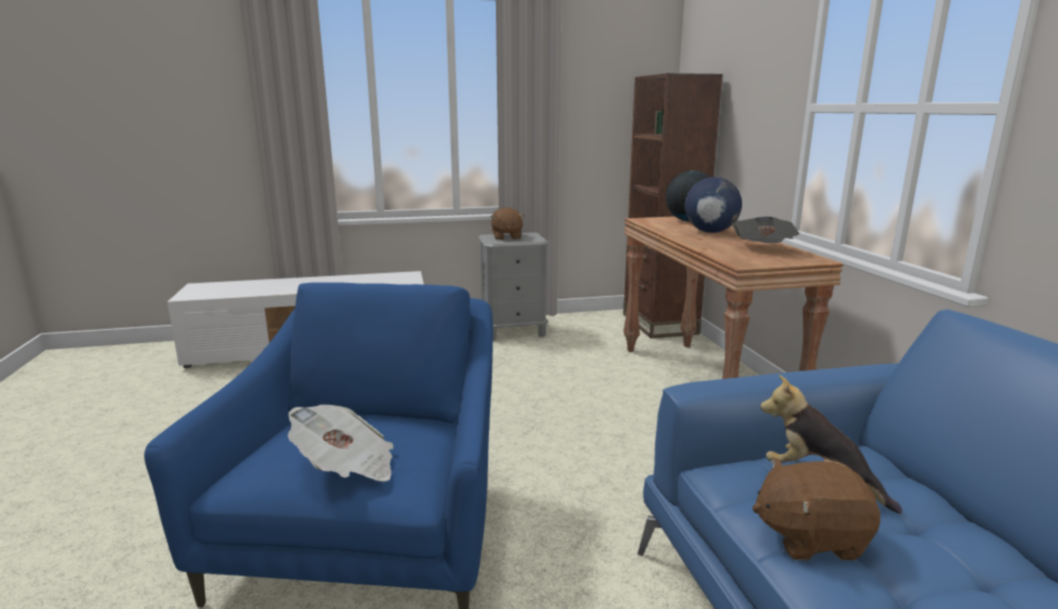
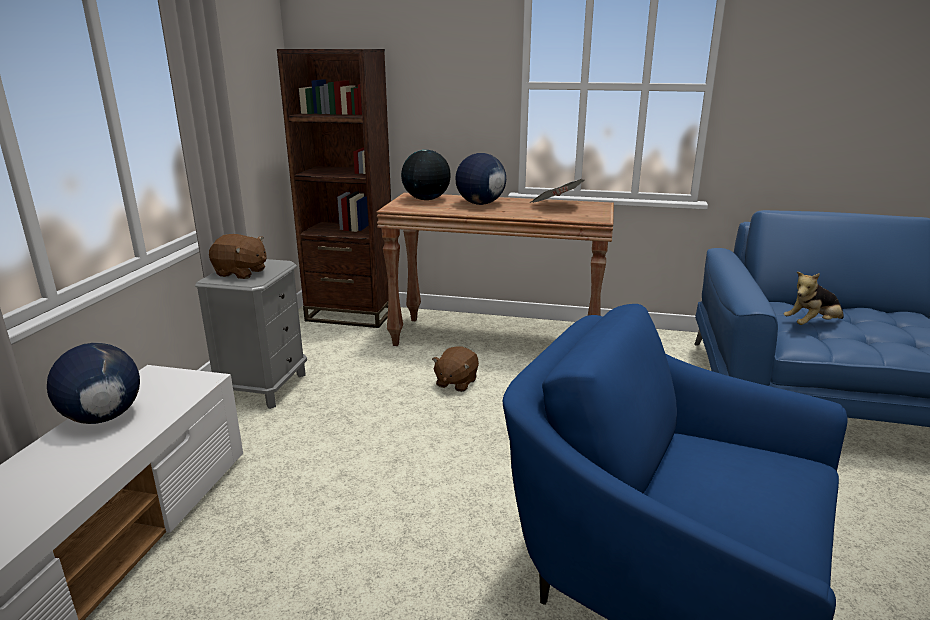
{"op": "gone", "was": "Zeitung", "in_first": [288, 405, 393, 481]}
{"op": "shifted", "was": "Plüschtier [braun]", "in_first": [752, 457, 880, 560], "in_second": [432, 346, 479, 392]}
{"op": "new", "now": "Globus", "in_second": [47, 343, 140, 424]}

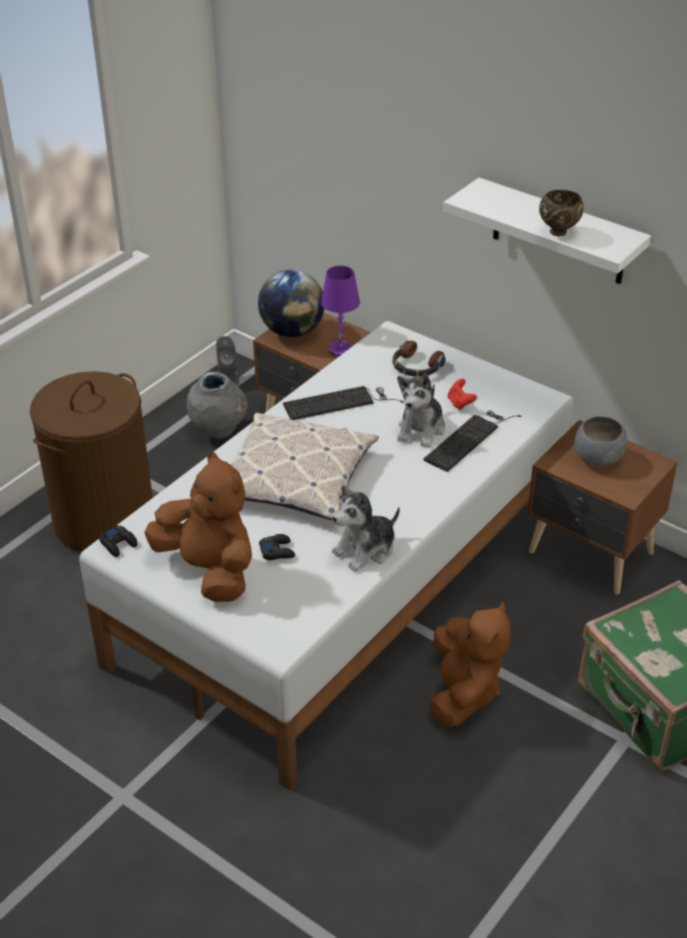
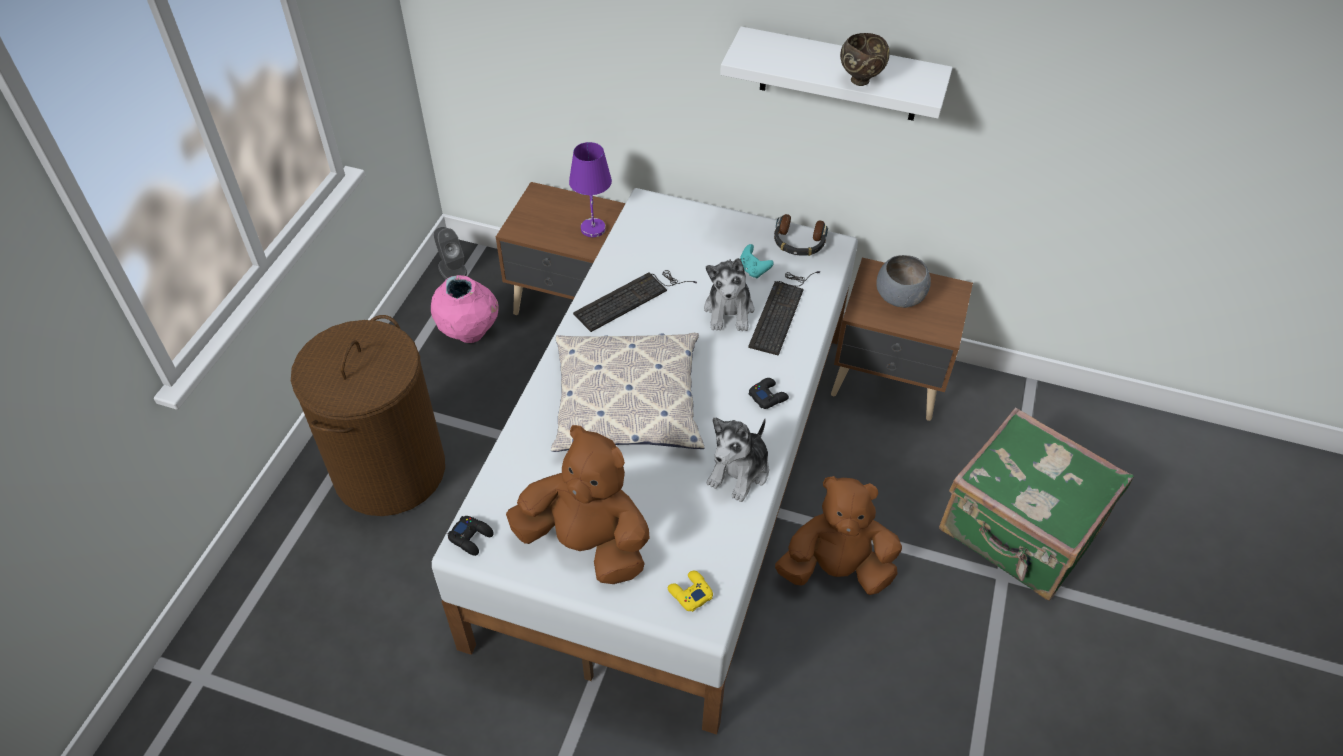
{"op": "gone", "was": "Globus", "in_first": [258, 270, 324, 337]}
{"op": "shifted", "was": "Kopfhörer", "in_first": [392, 341, 446, 377], "in_second": [774, 214, 828, 256]}
{"op": "repainted", "was": "Vase [grau]", "now": "Vase [rosa]", "in_first": [187, 372, 248, 439], "in_second": [431, 275, 499, 343]}
{"op": "repainted", "was": "Gamepad [rot]", "now": "Gamepad [türkis]", "in_first": [448, 379, 477, 410], "in_second": [740, 244, 774, 279]}
{"op": "shifted", "was": "Gamepad [schwarz]", "in_first": [259, 534, 295, 560], "in_second": [749, 378, 789, 409]}
{"op": "rotated", "was": "Plüschtier [braun]", "in_first": [429, 602, 510, 727], "in_second": [775, 476, 902, 595], "clockwise": -75}
{"op": "new", "now": "Gamepad [gelb]", "in_second": [668, 571, 713, 612]}

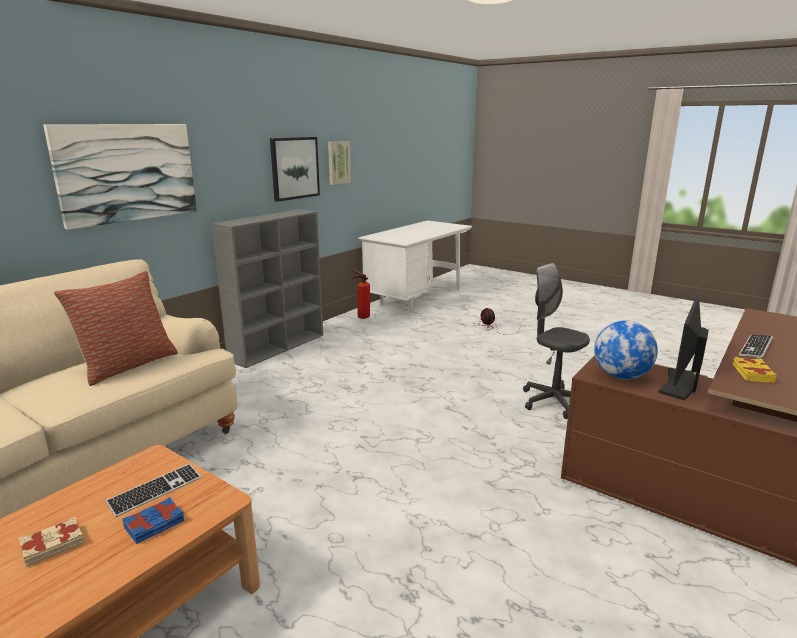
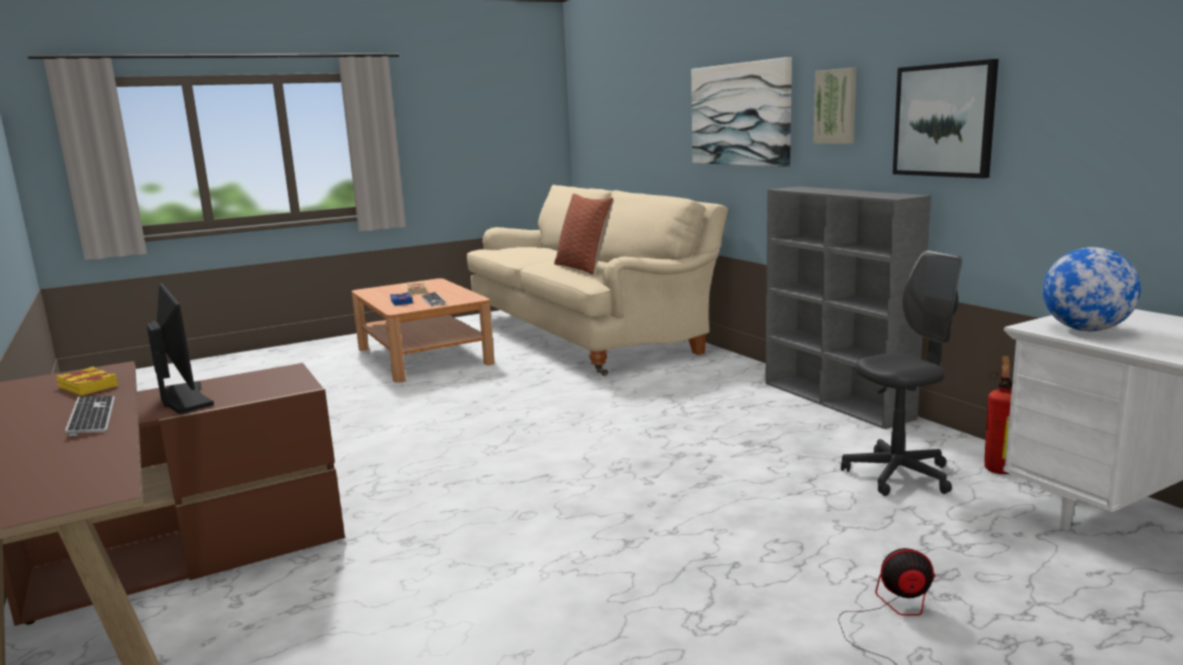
{"op": "shifted", "was": "Bild", "in_first": [328, 141, 351, 185], "in_second": [813, 67, 857, 144]}
{"op": "shifted", "was": "Bürostuhl [grau]", "in_first": [523, 263, 590, 419], "in_second": [841, 250, 962, 496]}
{"op": "shifted", "was": "Globus", "in_first": [594, 320, 658, 379], "in_second": [1043, 247, 1141, 331]}

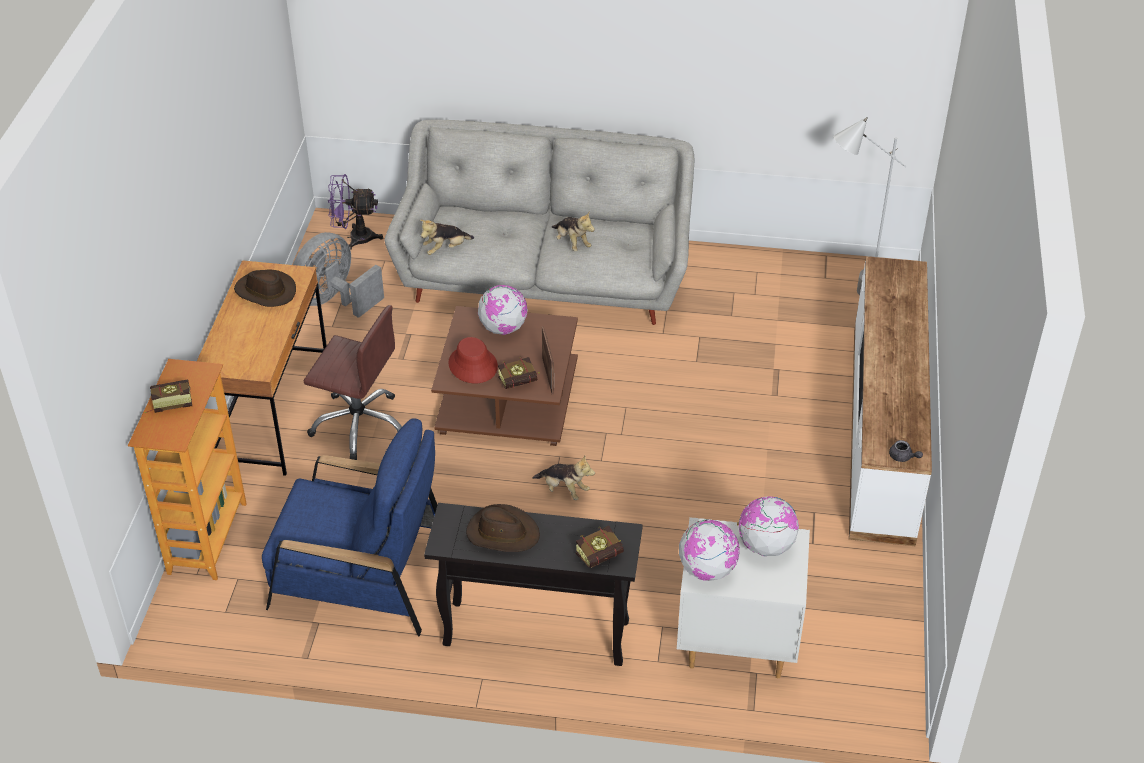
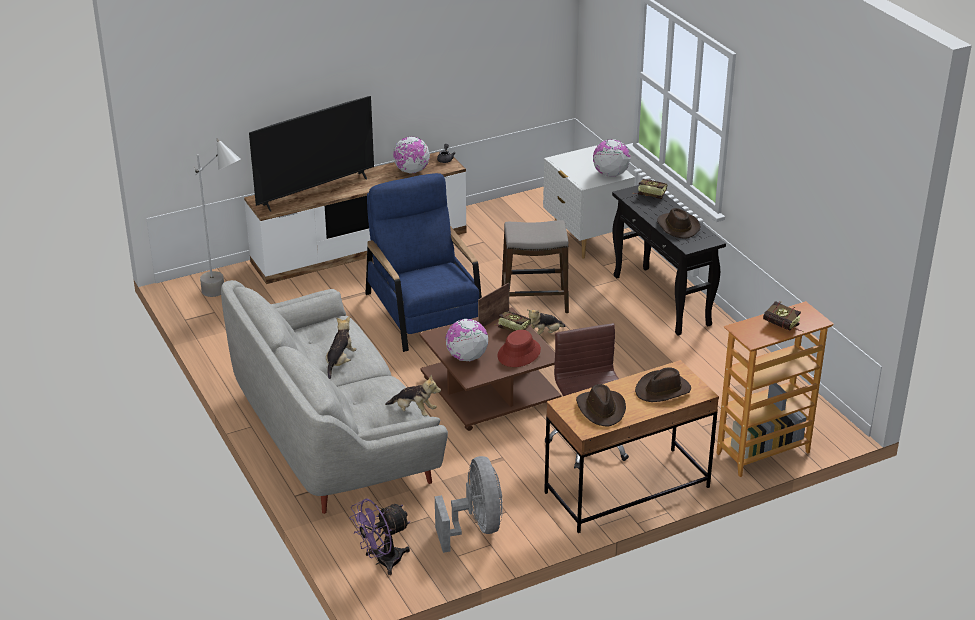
{"op": "rotated", "was": "Ventilator [lila]", "in_first": [328, 174, 383, 250], "in_second": [350, 498, 410, 575], "clockwise": 90}
{"op": "rotated", "was": "Ventilator [grau]", "in_first": [293, 232, 384, 318], "in_second": [435, 456, 503, 553], "clockwise": -105}
{"op": "shifted", "was": "Sessel [blau]", "in_first": [262, 418, 437, 637], "in_second": [365, 173, 482, 352]}
{"op": "rotated", "was": "Plüschtier", "in_first": [532, 456, 595, 500], "in_second": [527, 309, 566, 335], "clockwise": -120}
{"op": "shifted", "was": "Globus", "in_first": [738, 496, 799, 556], "in_second": [393, 137, 430, 174]}
{"op": "new", "now": "Fernseher", "in_second": [249, 96, 374, 211]}
{"op": "new", "now": "Hocker", "in_second": [502, 220, 569, 313]}
{"op": "new", "now": "Hut [braun]", "in_second": [635, 367, 691, 402]}

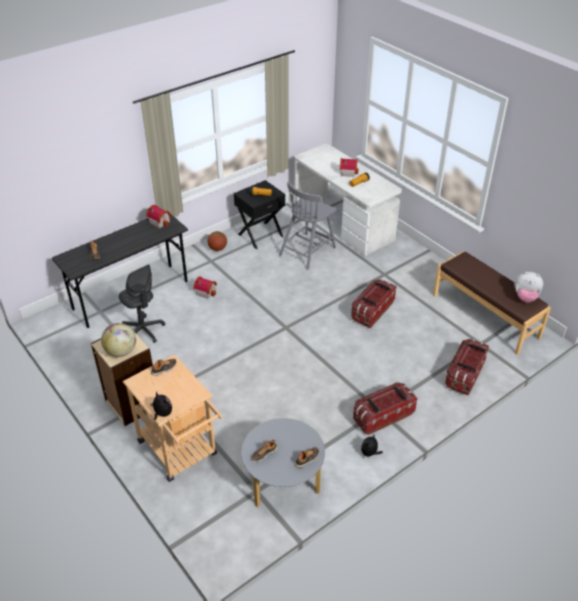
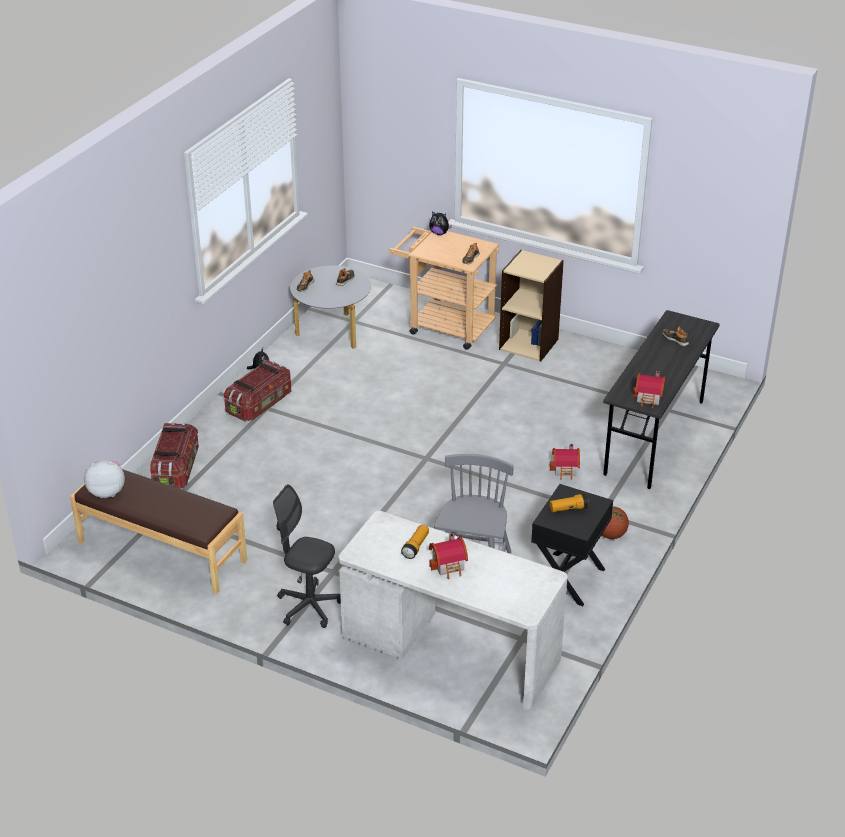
{"op": "shifted", "was": "Bürostuhl [grau]", "in_first": [119, 265, 165, 343], "in_second": [273, 484, 341, 628]}
{"op": "gone", "was": "Aufbewahrungsbox", "in_first": [351, 280, 396, 328]}
{"op": "gone", "was": "Globus", "in_first": [101, 323, 136, 357]}

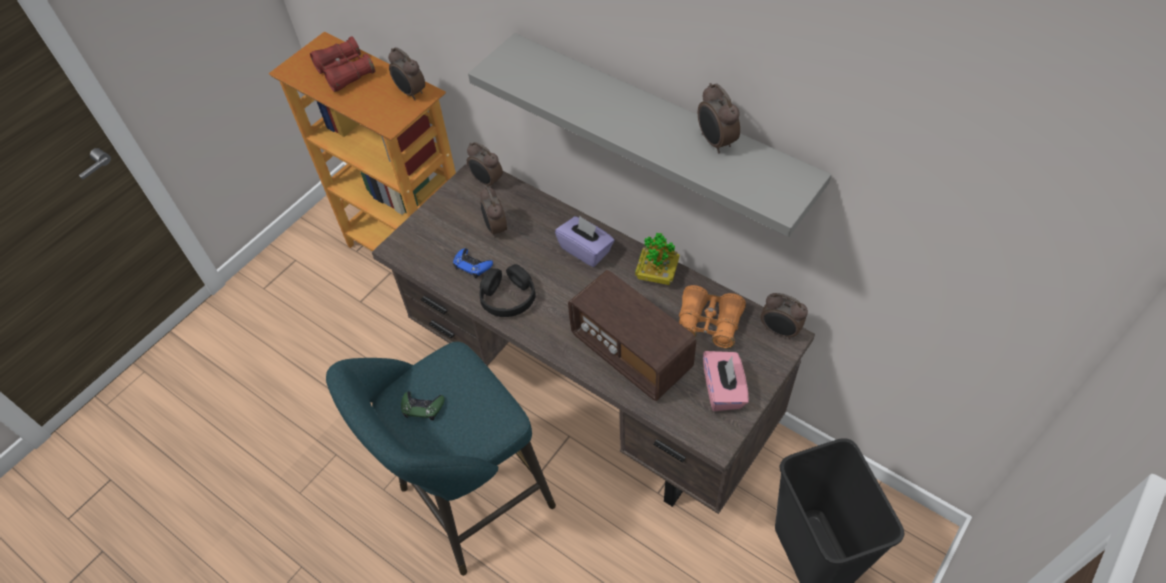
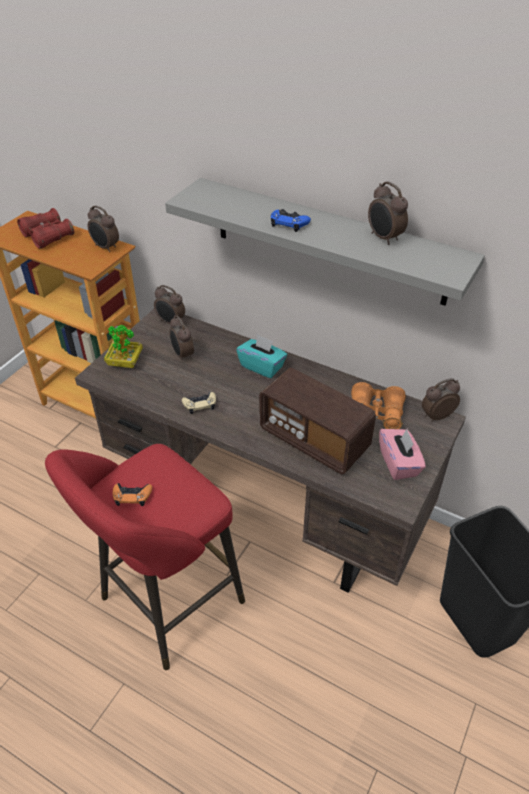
{"op": "repainted", "was": "Taschentuchbox [lila]", "now": "Taschentuchbox [türkis]", "in_first": [555, 216, 615, 267], "in_second": [236, 334, 287, 378]}
{"op": "shifted", "was": "Topfpflanze", "in_first": [635, 233, 679, 285], "in_second": [104, 325, 143, 368]}
{"op": "shifted", "was": "Gamepad [blau]", "in_first": [453, 248, 493, 278], "in_second": [271, 209, 311, 232]}
{"op": "swapped", "was": "Kopfhörer [schwarz]", "now": "Gamepad [beige]", "in_first": [479, 264, 536, 317], "in_second": [182, 392, 216, 414]}
{"op": "rotated", "was": "Wecker", "in_first": [761, 293, 808, 340], "in_second": [422, 378, 460, 422], "clockwise": 135}
{"op": "repainted", "was": "Hocker [türkis]", "now": "Hocker [rot]", "in_first": [326, 342, 556, 576], "in_second": [45, 444, 245, 670]}
{"op": "repainted", "was": "Gamepad [grün]", "now": "Gamepad [orange]", "in_first": [401, 391, 444, 421], "in_second": [113, 483, 152, 506]}

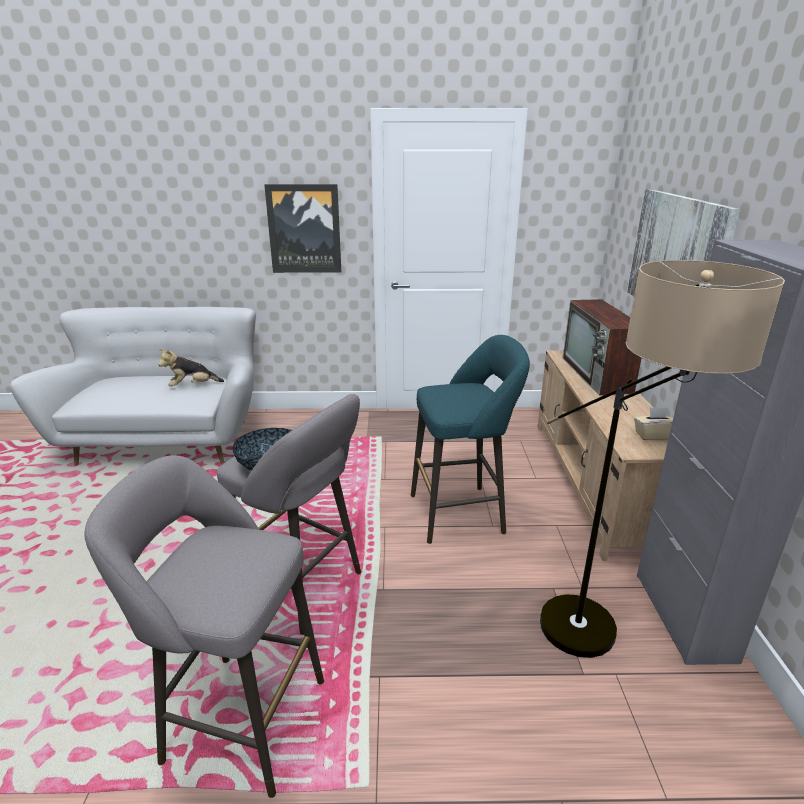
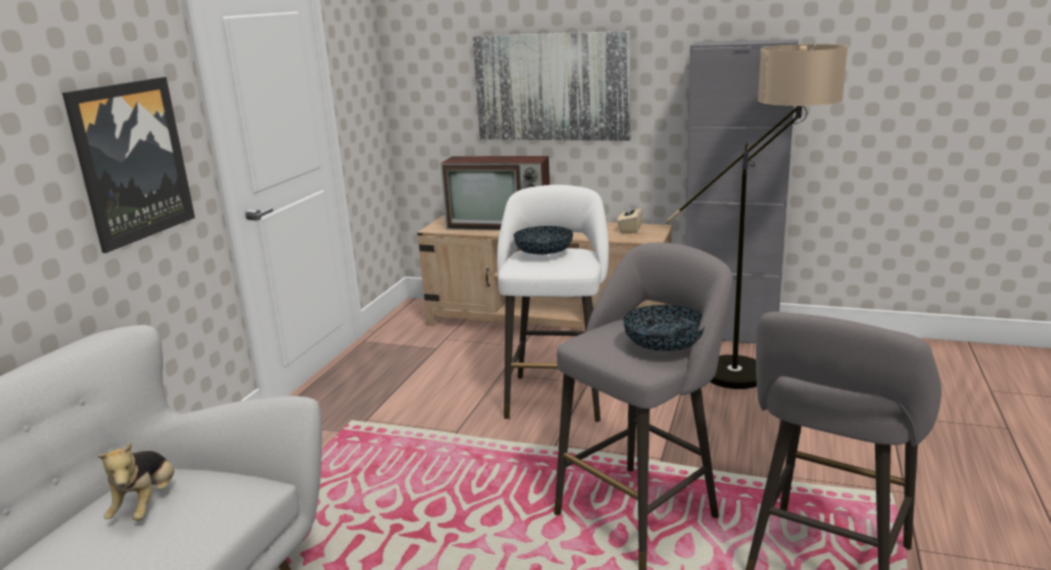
{"op": "repainted", "was": "Hocker [türkis]", "now": "Hocker [weiß]", "in_first": [411, 335, 530, 544], "in_second": [497, 185, 609, 422]}
{"op": "new", "now": "Schüssel", "in_second": [514, 226, 573, 254]}

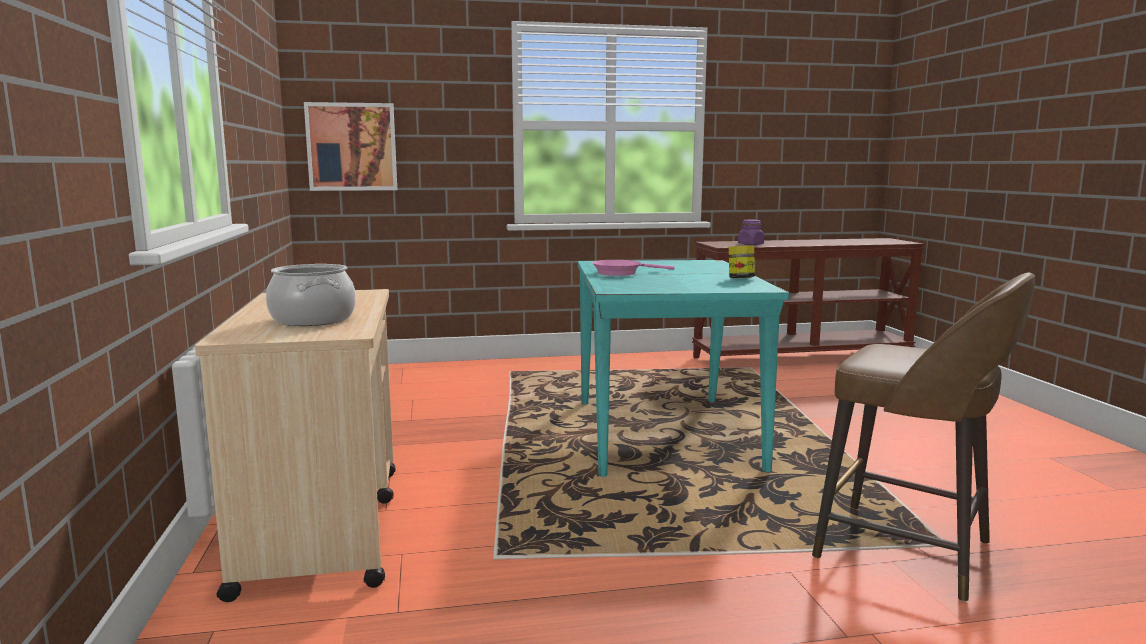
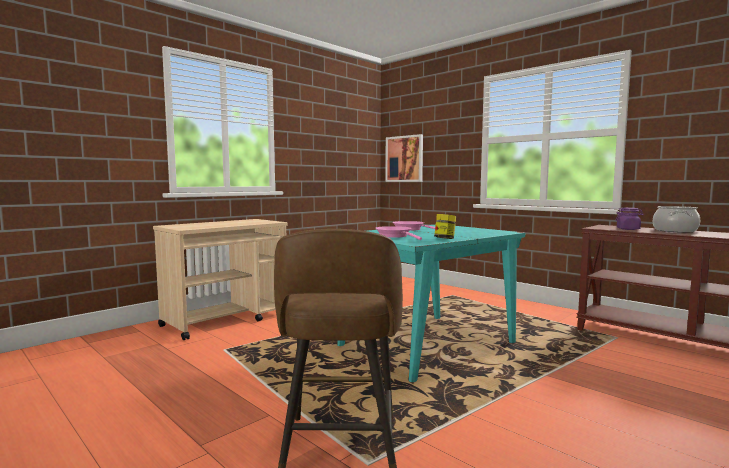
{"op": "shifted", "was": "Kochtopf", "in_first": [266, 264, 356, 326], "in_second": [653, 206, 700, 233]}
{"op": "new", "now": "Pfanne [rosa]", "in_second": [376, 226, 422, 240]}

